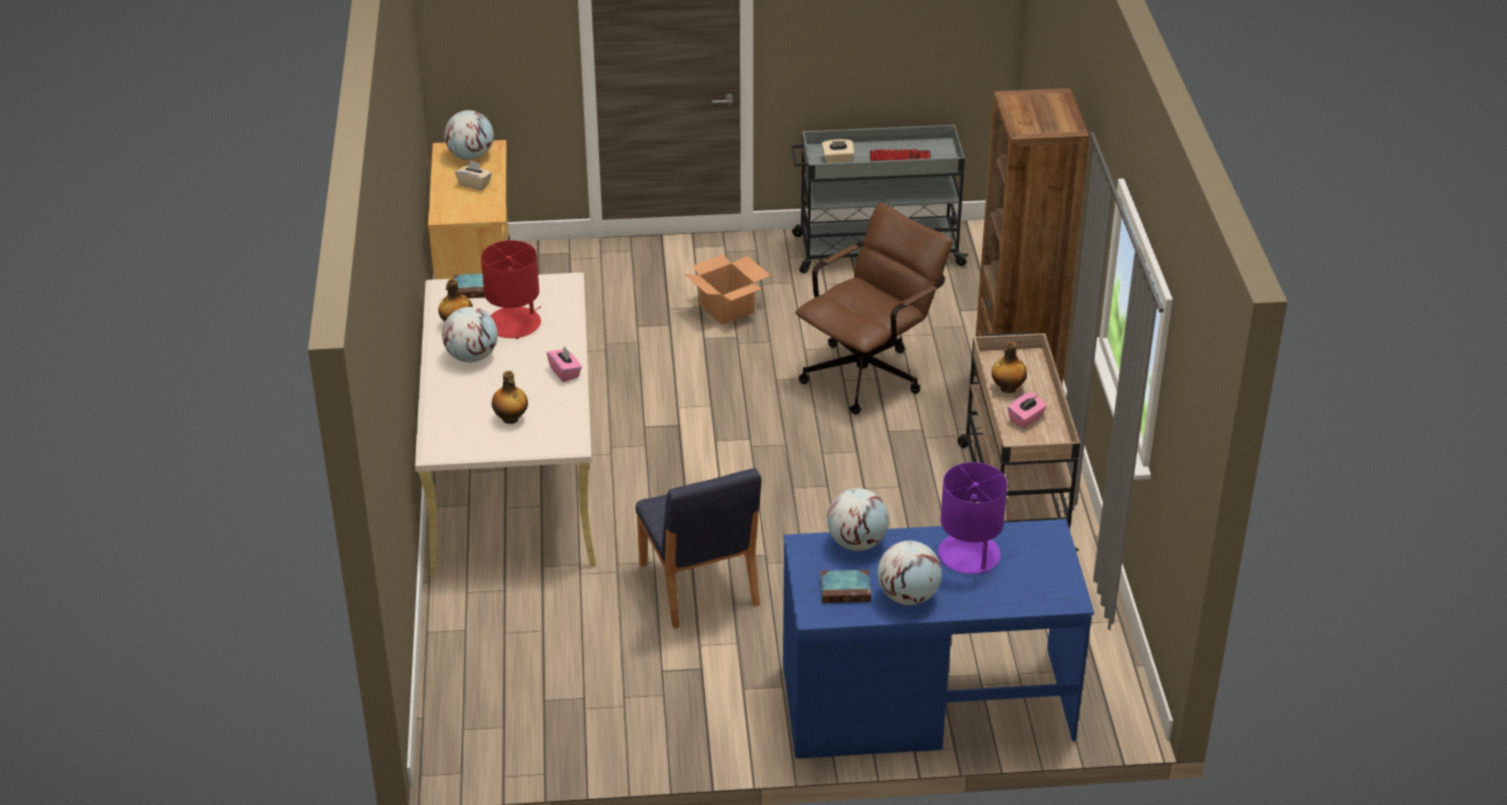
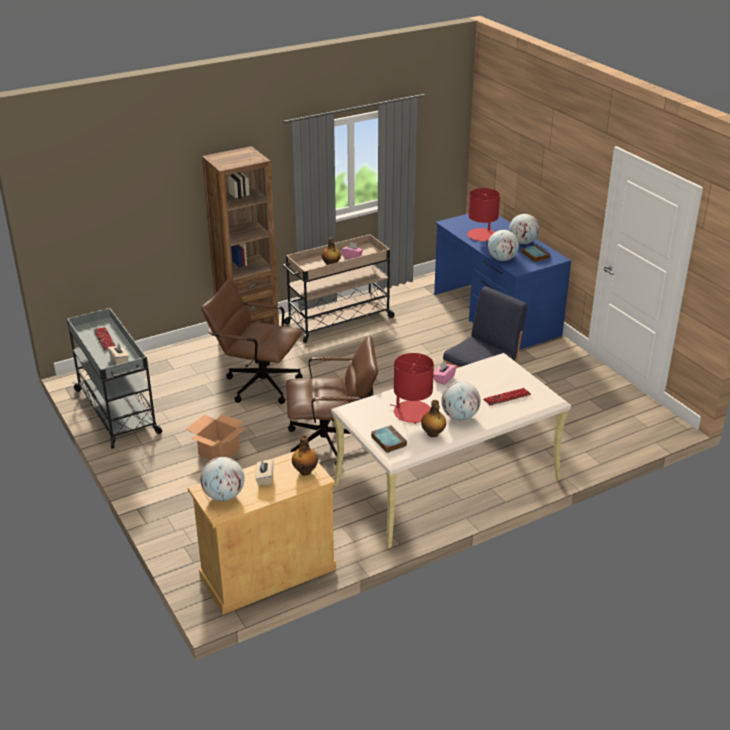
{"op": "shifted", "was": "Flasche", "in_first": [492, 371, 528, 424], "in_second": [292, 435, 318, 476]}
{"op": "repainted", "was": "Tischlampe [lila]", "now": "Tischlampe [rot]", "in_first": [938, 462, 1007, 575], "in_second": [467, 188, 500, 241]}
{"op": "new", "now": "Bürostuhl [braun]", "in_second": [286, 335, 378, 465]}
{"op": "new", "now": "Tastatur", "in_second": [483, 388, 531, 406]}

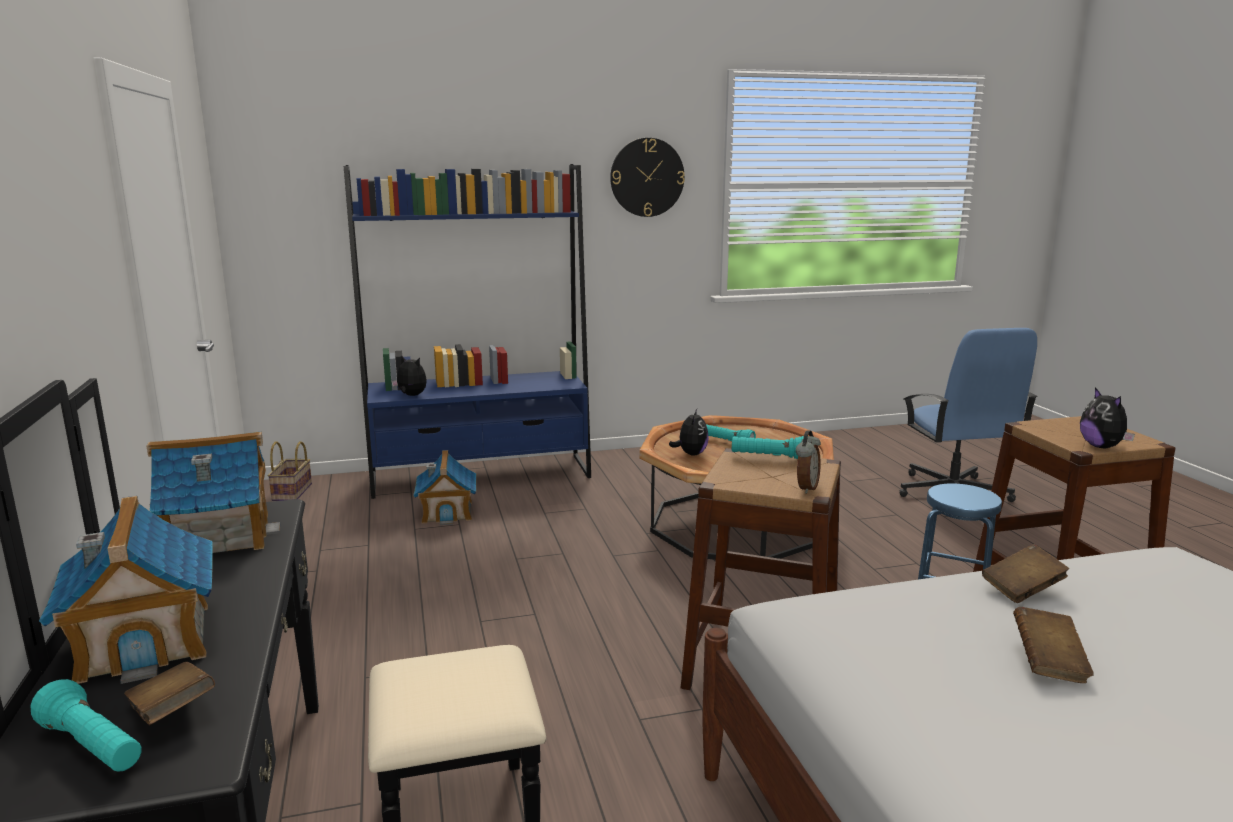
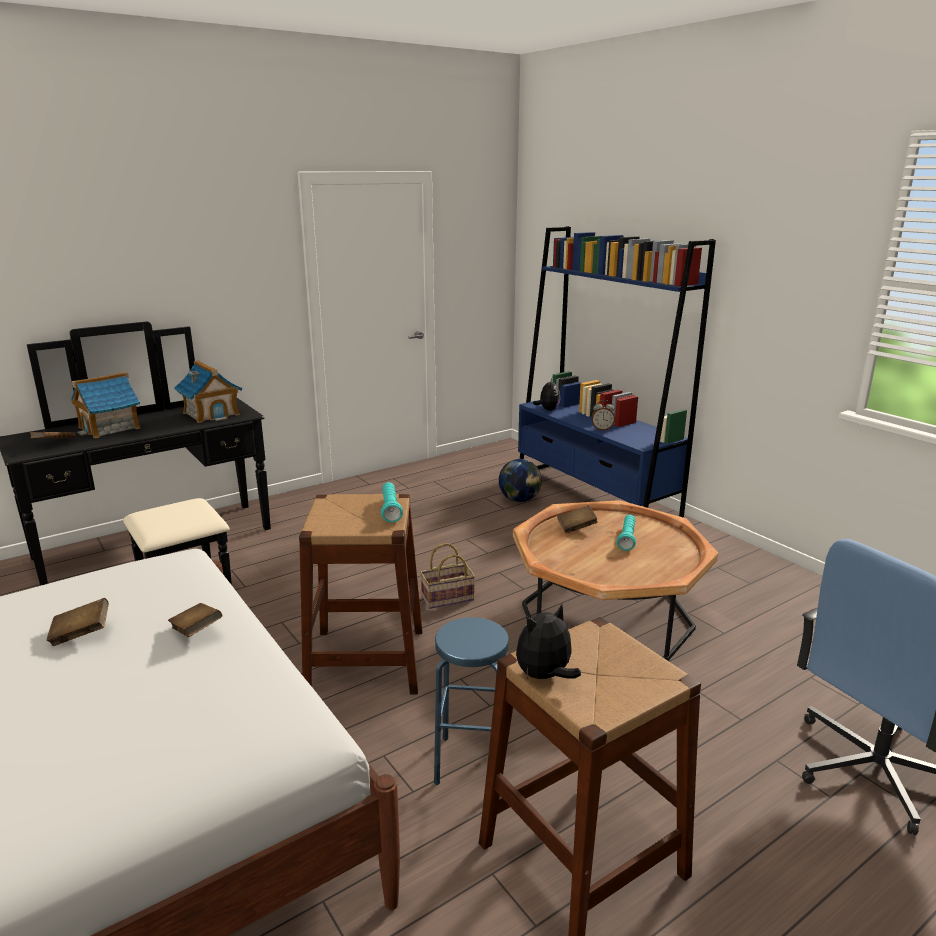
{"op": "gone", "was": "Wanduhr", "in_first": [610, 138, 685, 217]}
{"op": "swapped", "was": "Plüschtier", "now": "Buch [braun]", "in_first": [669, 409, 709, 456], "in_second": [557, 505, 598, 534]}
{"op": "shifted", "was": "Wecker", "in_first": [796, 431, 821, 494], "in_second": [591, 400, 615, 431]}
{"op": "shifted", "was": "Korb", "in_first": [268, 441, 312, 501], "in_second": [420, 543, 475, 609]}
{"op": "swapped", "was": "Spielzeughaus", "now": "Globus", "in_first": [413, 450, 476, 525], "in_second": [499, 459, 542, 502]}
{"op": "gone", "was": "Taschenlampe [türkis]", "in_first": [31, 679, 142, 772]}

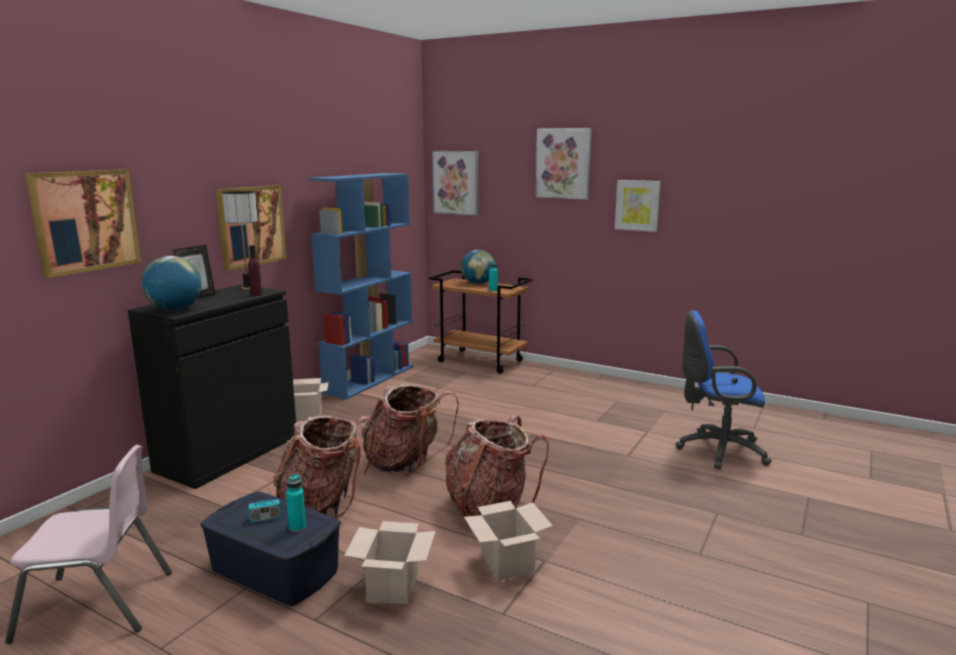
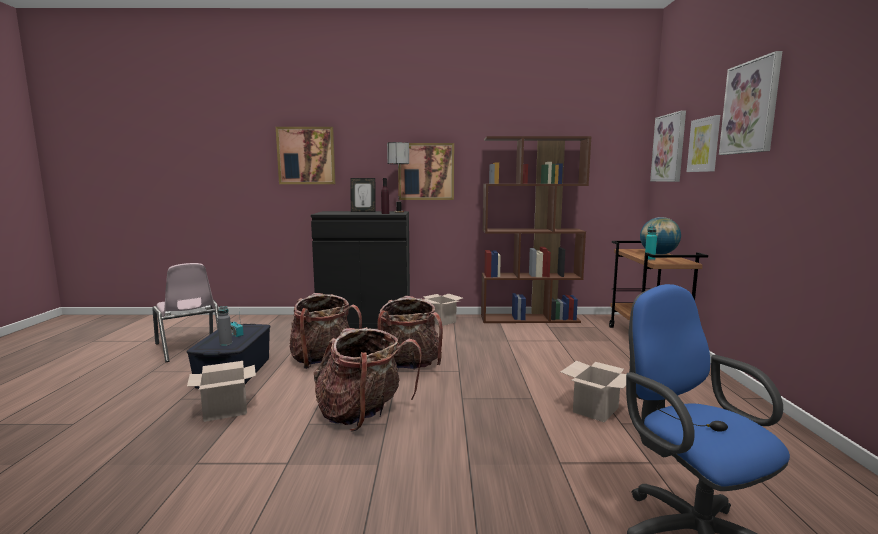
{"op": "repainted", "was": "Bücherregal [blau]", "now": "Bücherregal [braun]", "in_first": [308, 173, 414, 400], "in_second": [481, 136, 592, 323]}
{"op": "shifted", "was": "Bild", "in_first": [615, 180, 661, 232], "in_second": [687, 115, 720, 172]}
{"op": "gone", "was": "Globus", "in_first": [142, 256, 202, 311]}
{"op": "repainted", "was": "Flasche [türkis]", "now": "Flasche [grau]", "in_first": [286, 474, 306, 532], "in_second": [217, 306, 232, 346]}
{"op": "shifted", "was": "Karton", "in_first": [464, 501, 553, 581], "in_second": [561, 361, 626, 422]}

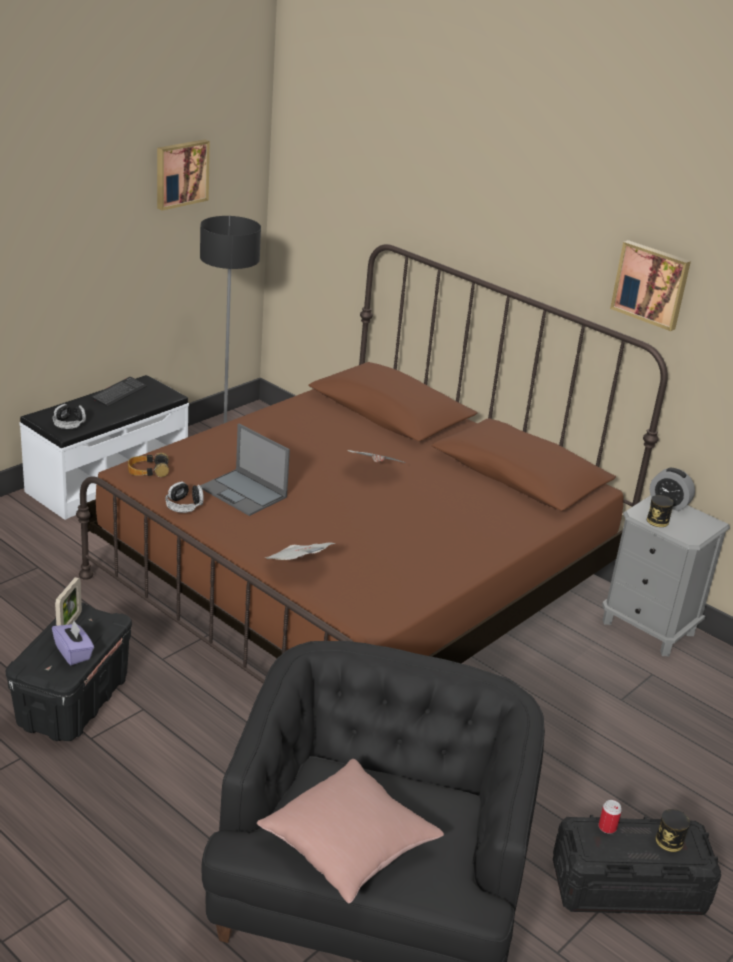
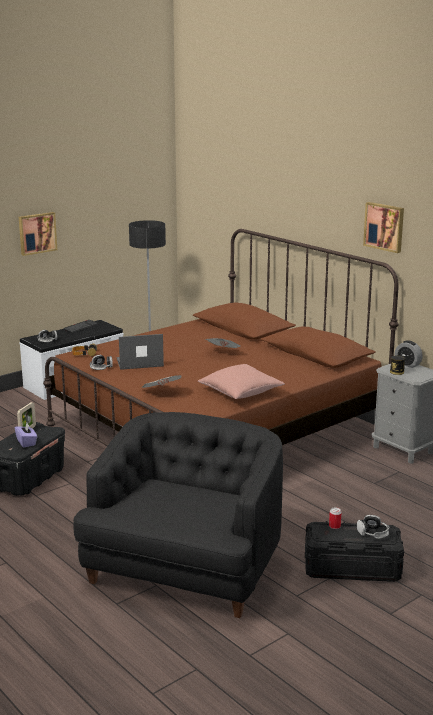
{"op": "shifted", "was": "Bild", "in_first": [157, 139, 210, 211], "in_second": [19, 212, 57, 256]}
{"op": "rotated", "was": "Laptop", "in_first": [201, 423, 290, 516], "in_second": [117, 334, 164, 370], "clockwise": 120}
{"op": "shifted", "was": "Kissen [rosa]", "in_first": [257, 759, 444, 903], "in_second": [198, 364, 285, 399]}
{"op": "swapped", "was": "Dose", "now": "Kopfhörer", "in_first": [655, 809, 690, 852], "in_second": [357, 515, 390, 539]}

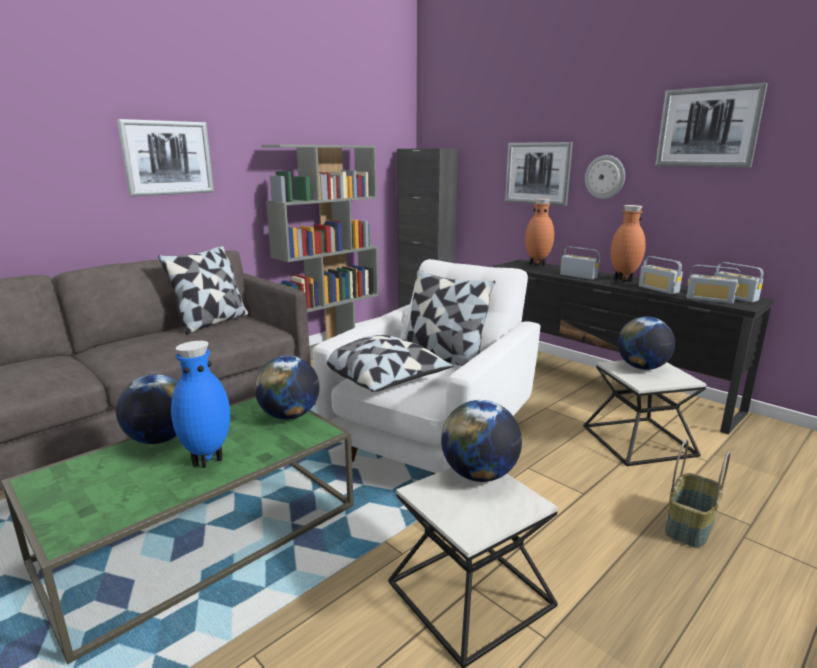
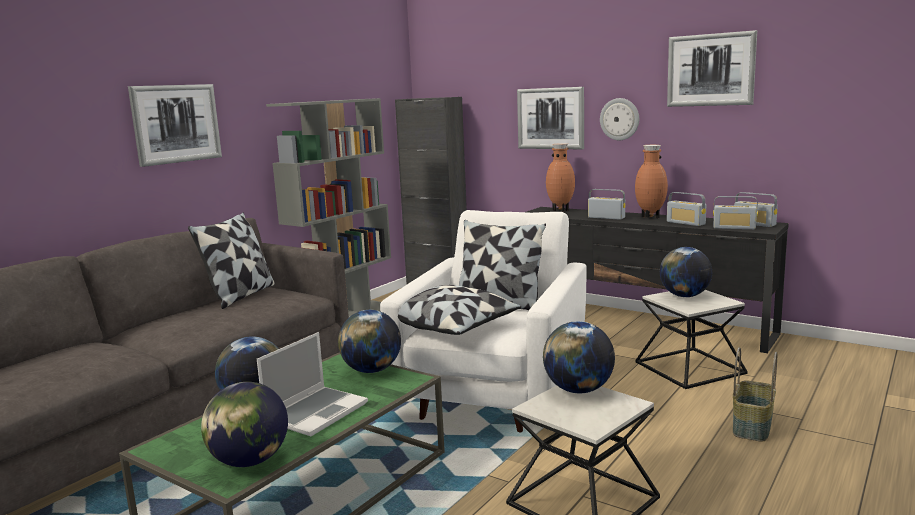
{"op": "swapped", "was": "Vase [blau]", "now": "Laptop", "in_first": [171, 341, 230, 468], "in_second": [257, 332, 368, 436]}
{"op": "new", "now": "Globus", "in_second": [201, 382, 288, 467]}

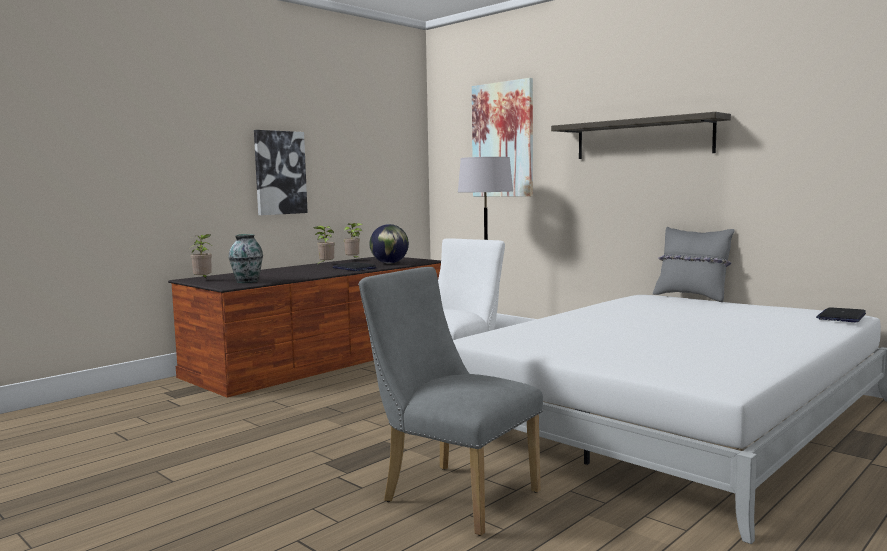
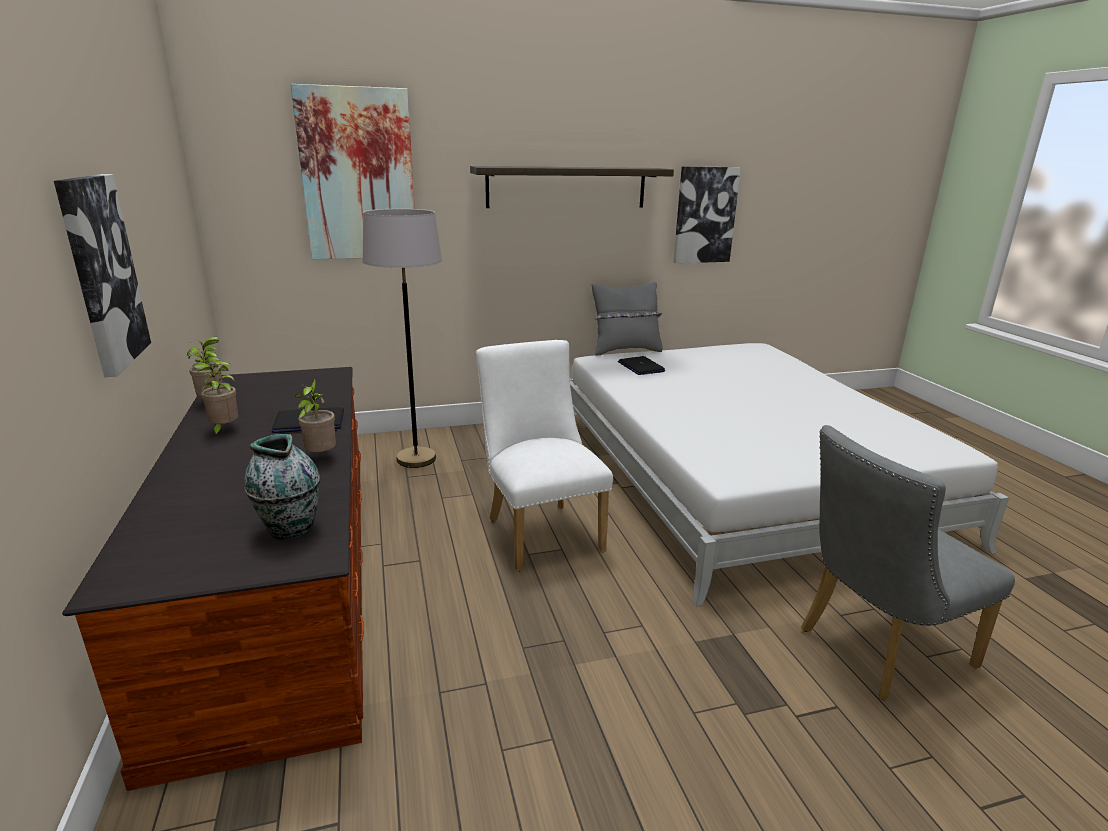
{"op": "gone", "was": "Globus", "in_first": [370, 224, 409, 264]}
{"op": "shifted", "was": "Topfpflanze", "in_first": [190, 234, 212, 279], "in_second": [295, 379, 336, 452]}
{"op": "shifted", "was": "Laptop", "in_first": [816, 307, 866, 322], "in_second": [618, 356, 665, 375]}
{"op": "new", "now": "Bild", "in_second": [673, 166, 741, 263]}

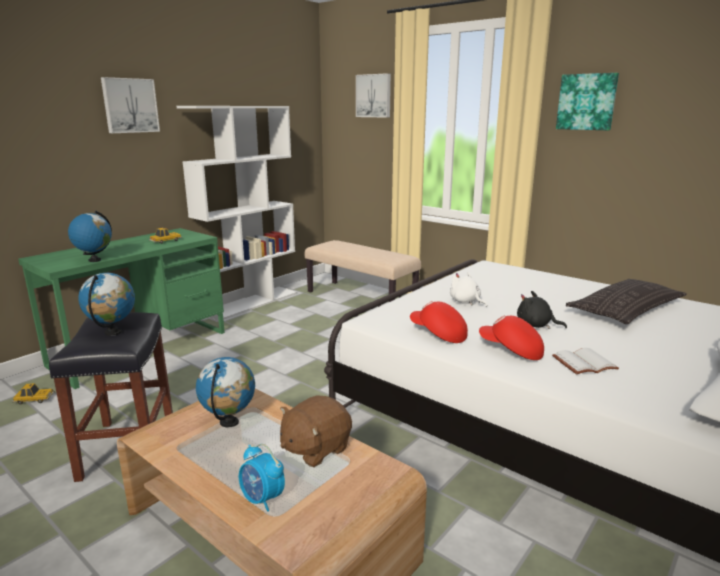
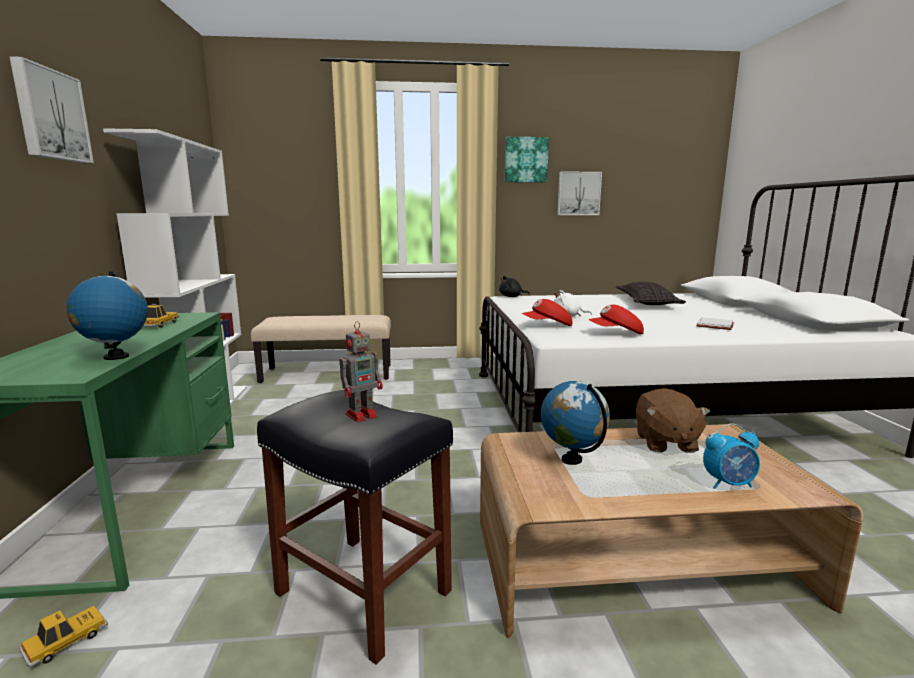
{"op": "shifted", "was": "Bild", "in_first": [356, 73, 391, 118], "in_second": [557, 172, 602, 215]}
{"op": "swapped", "was": "Globus", "now": "Spielzeugroboter", "in_first": [78, 273, 135, 336], "in_second": [339, 321, 383, 422]}
{"op": "shifted", "was": "Plüschtier [schwarz]", "in_first": [517, 291, 567, 329], "in_second": [499, 276, 530, 297]}
{"op": "shifted", "was": "Kappe [rot]", "in_first": [479, 316, 544, 360], "in_second": [522, 299, 572, 326]}

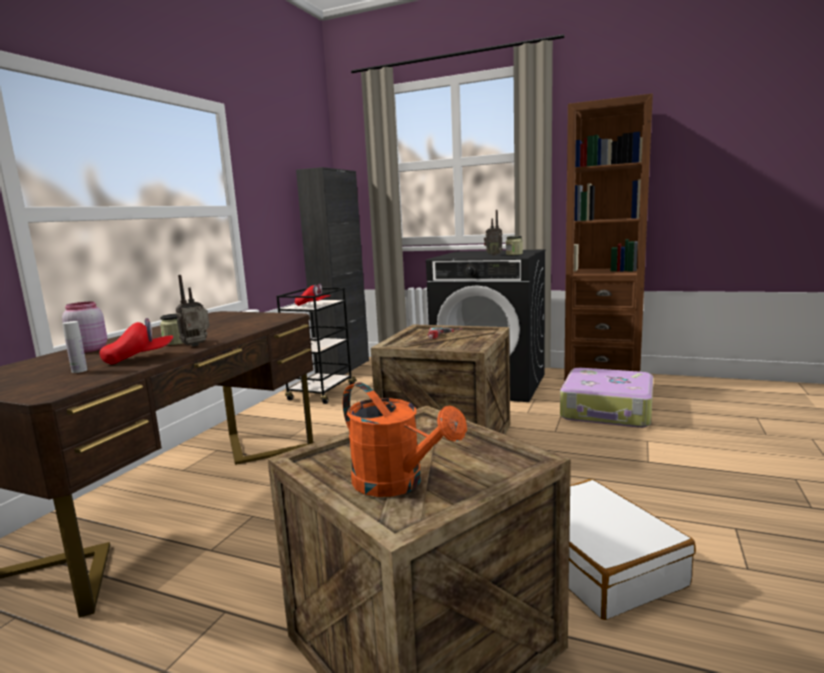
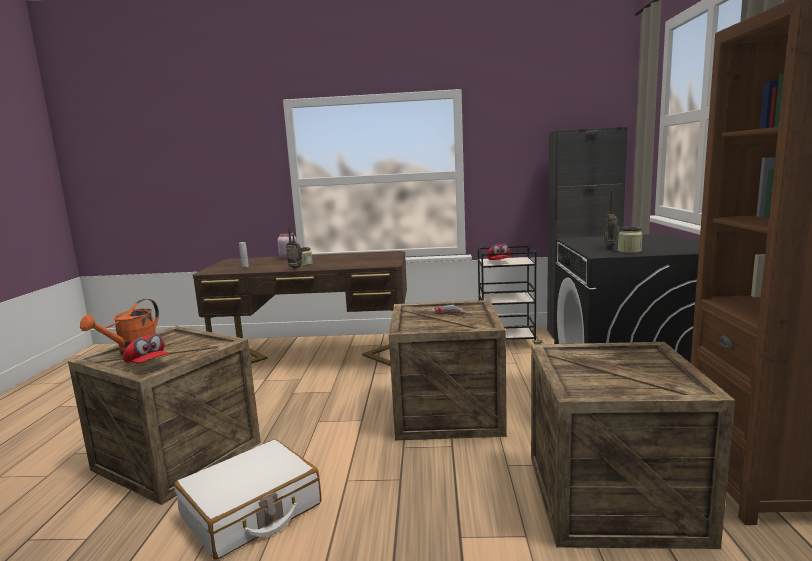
{"op": "shifted", "was": "Kappe [rot]", "in_first": [99, 318, 173, 365], "in_second": [123, 334, 170, 363]}
{"op": "swapped", "was": "Koffer", "now": "Kiste", "in_first": [560, 368, 653, 428], "in_second": [531, 342, 735, 549]}

